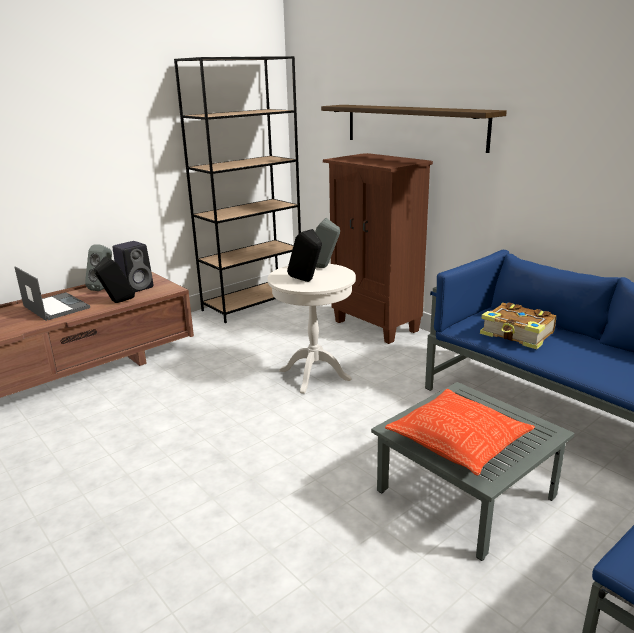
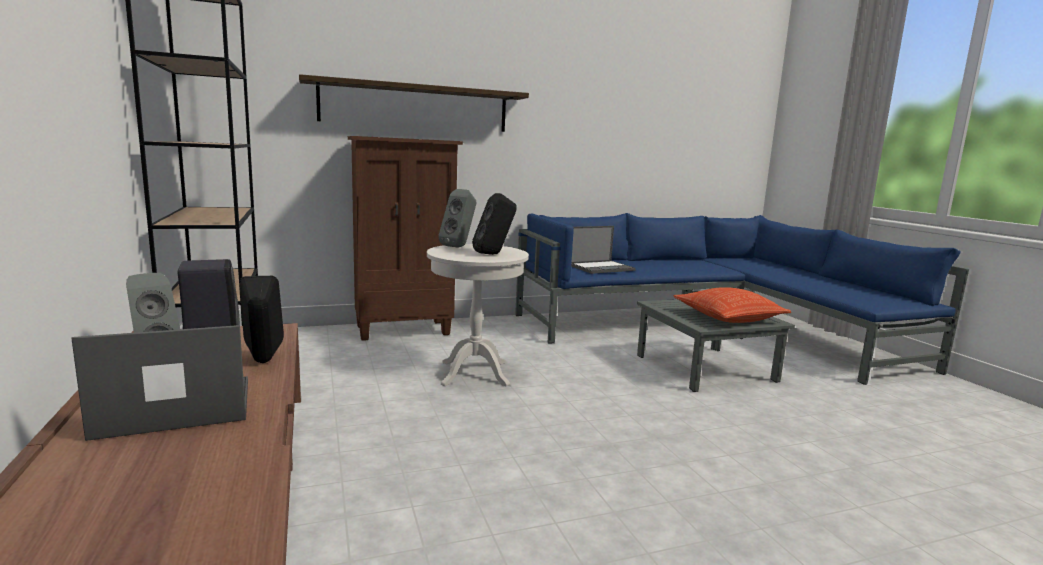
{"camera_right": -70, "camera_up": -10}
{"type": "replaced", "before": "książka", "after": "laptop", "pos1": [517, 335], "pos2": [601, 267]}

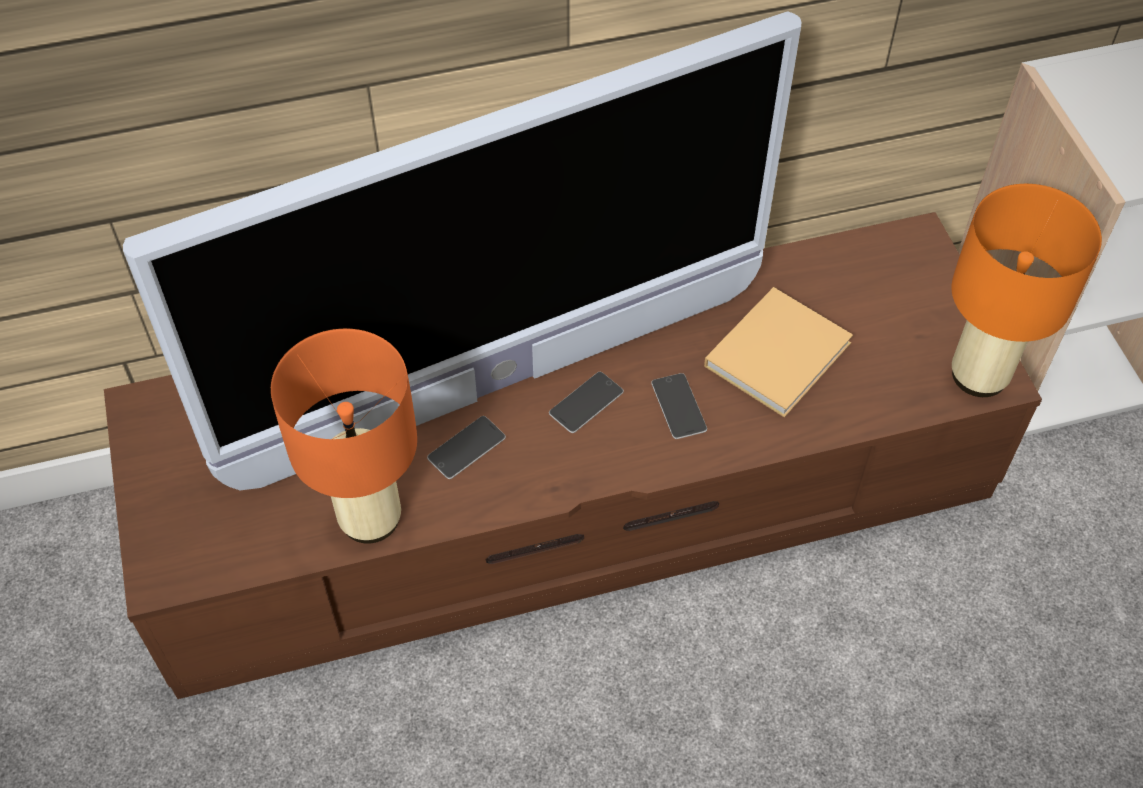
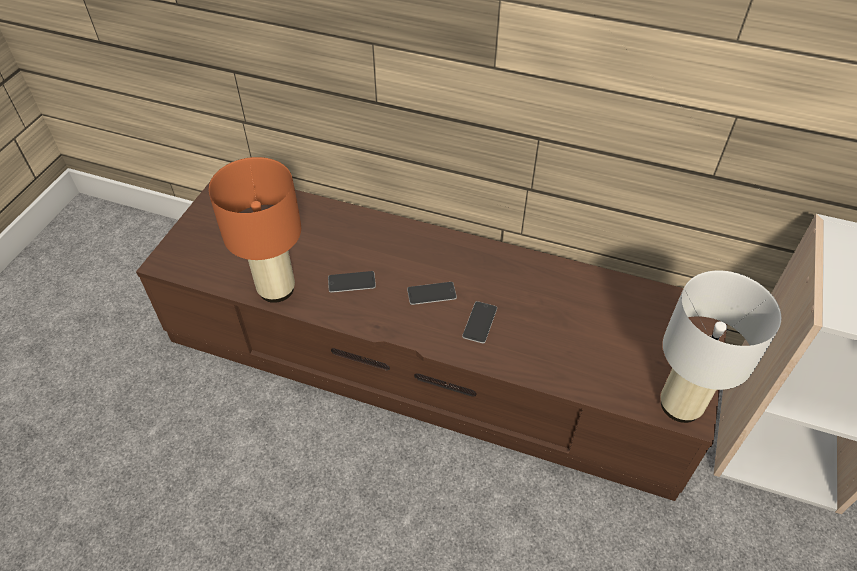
{"camera_right": 35, "camera_up": -5}
{"type": "removed", "before": "telewizor", "pos1": [501, 384]}
{"type": "removed", "before": "książka/beżowy", "pos1": [780, 352]}
{"type": "recoloured", "before": "lampa stołowa/pomarańczowy", "after": "lampa stołowa/biały", "pos1": [978, 376], "pos2": [679, 405]}

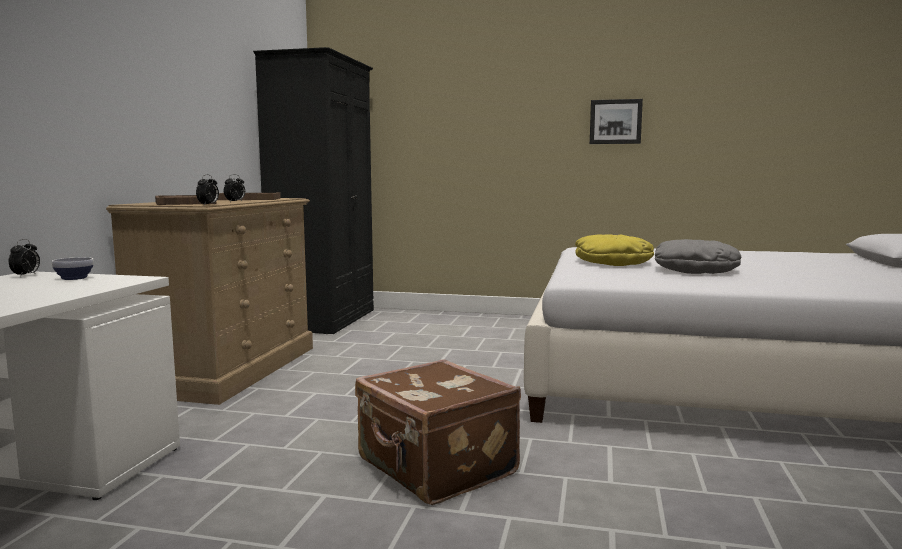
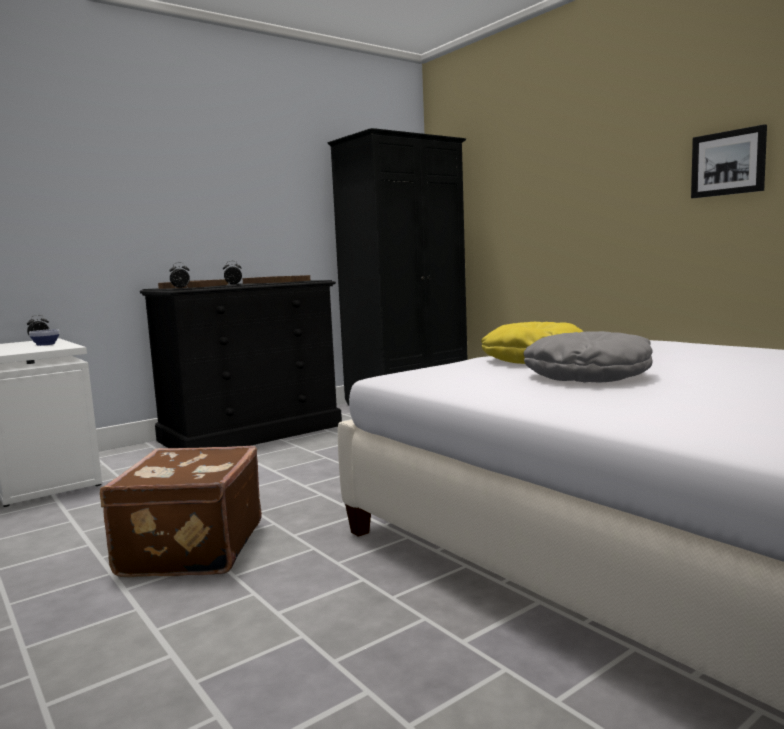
{"camera_right": 40, "camera_up": 0}
{"type": "recoloured", "before": "komoda/beżowy", "after": "komoda/czarny", "pos1": [230, 369], "pos2": [252, 433]}

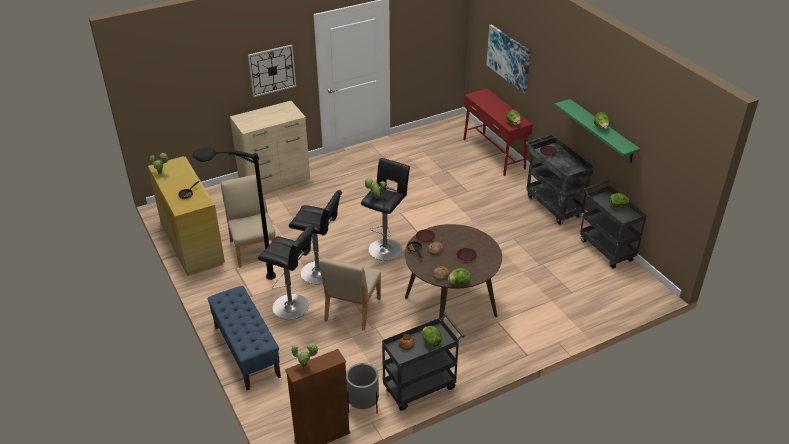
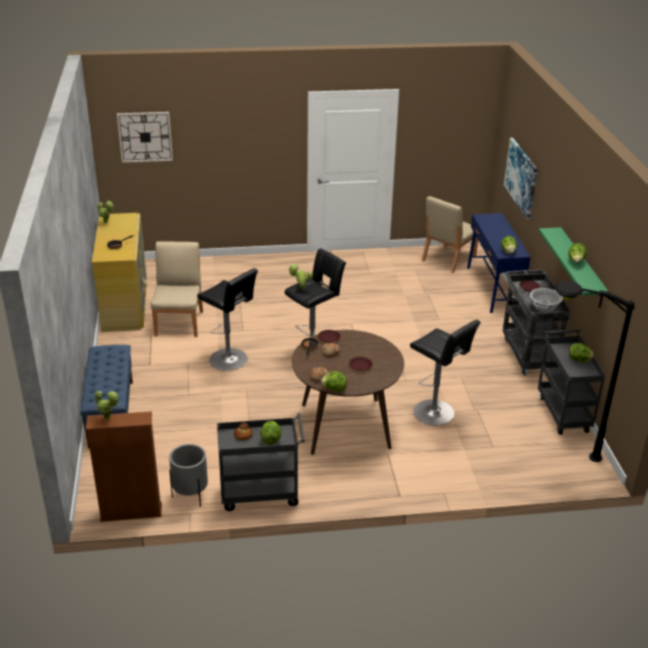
{"camera_right": 20, "camera_up": -5}
{"type": "removed", "before": "komoda/beżowy", "pos1": [275, 179]}
{"type": "added", "after": "garnek", "pos2": [544, 307]}
{"type": "moved", "before": "lampa stojąca/czarny", "pos1": [239, 278], "pos2": [554, 451]}
{"type": "moved", "before": "zegar ścienny", "pos1": [272, 70], "pos2": [145, 137]}
{"type": "moved", "before": "stołek/czarny", "pos1": [293, 307], "pos2": [436, 413]}
{"type": "moved", "before": "krzesło/beżowy", "pos1": [352, 310], "pos2": [448, 259]}
{"type": "recoloured", "before": "stolik konsolowy/czerwony", "after": "stolik konsolowy/niebieski", "pos1": [493, 154], "pos2": [492, 289]}

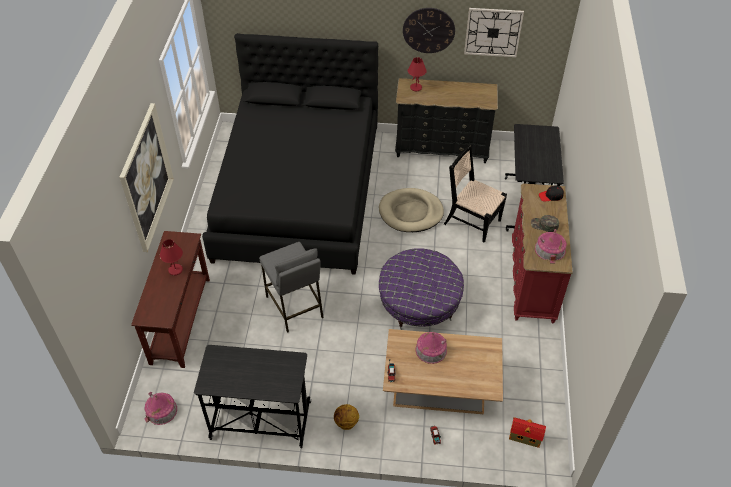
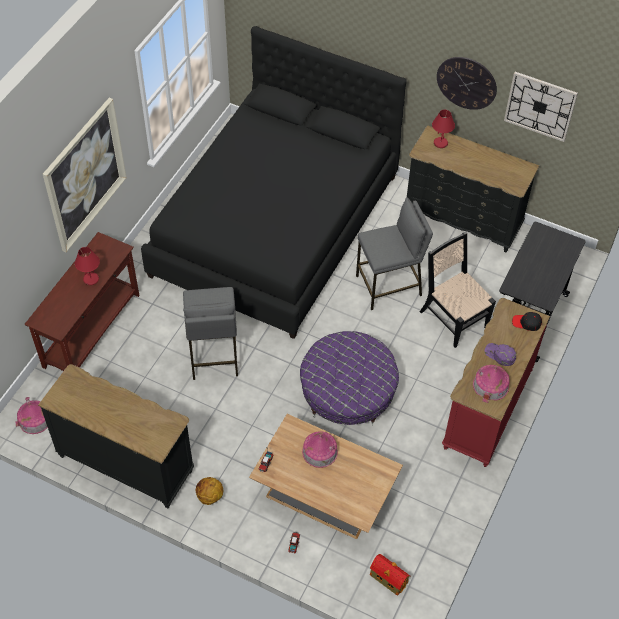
{"camera_right": 20, "camera_up": 5}
{"type": "replaced", "before": "biurko/czarny", "after": "komoda/czarny", "pos1": [260, 420], "pos2": [125, 463]}
{"type": "replaced", "before": "legowisko/beżowy", "after": "stołek/szary", "pos1": [411, 212], "pos2": [389, 286]}
{"type": "recoloured", "before": "czapka z daszkiem/zielony", "after": "czapka z daszkiem/fioletowy", "pos1": [544, 225], "pos2": [499, 355]}

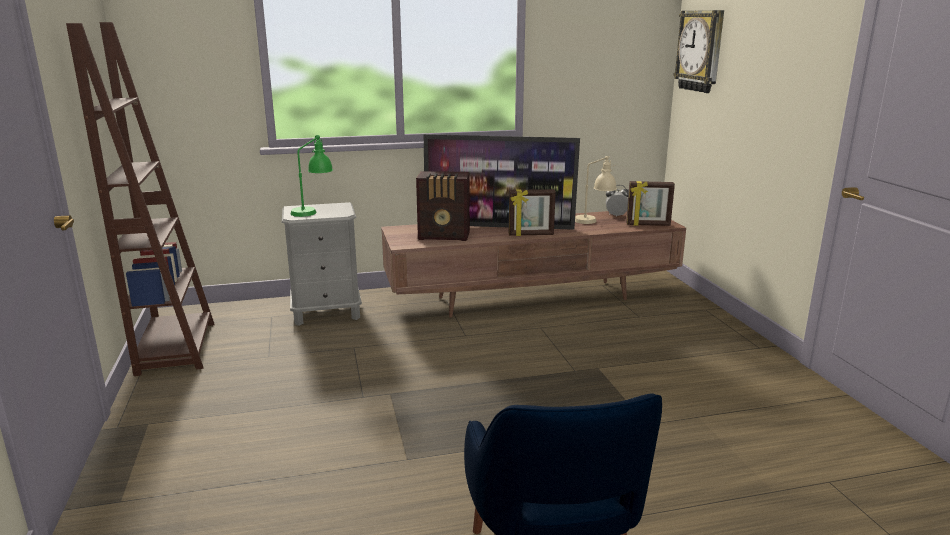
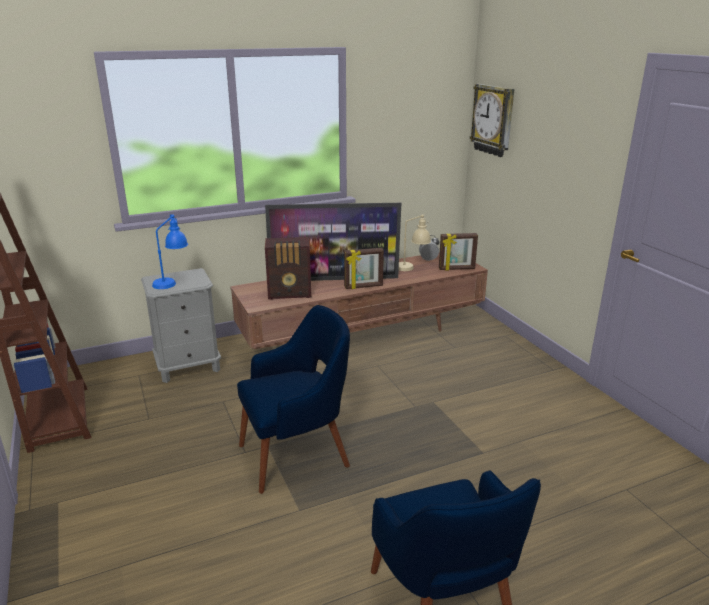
{"camera_right": -10, "camera_up": 5}
{"type": "added", "after": "fotel/niebieski", "pos2": [297, 455]}
{"type": "recoloured", "before": "lampa stołowa/zielony", "after": "lampa stołowa/niebieski", "pos1": [313, 211], "pos2": [172, 281]}

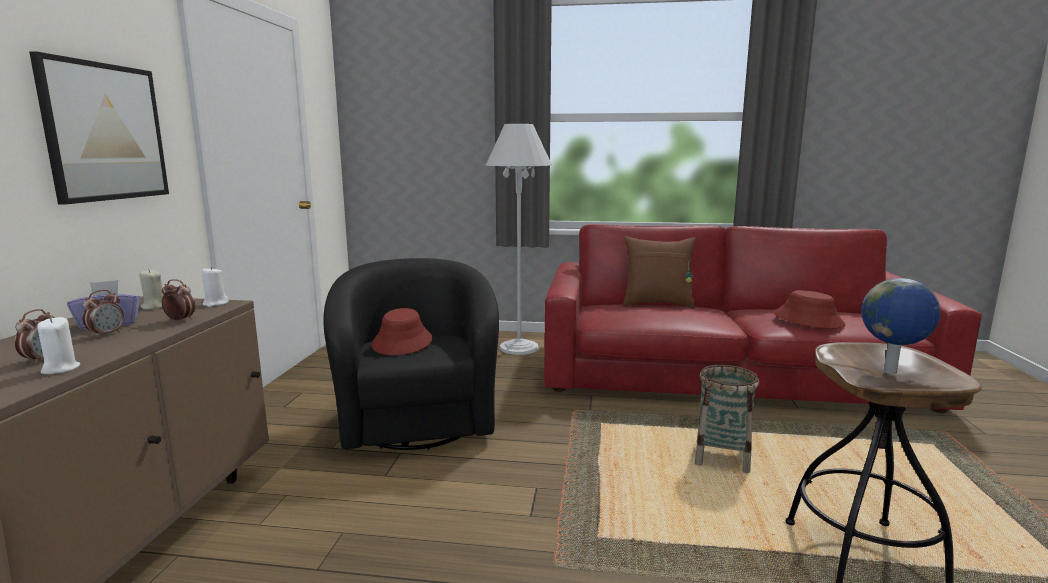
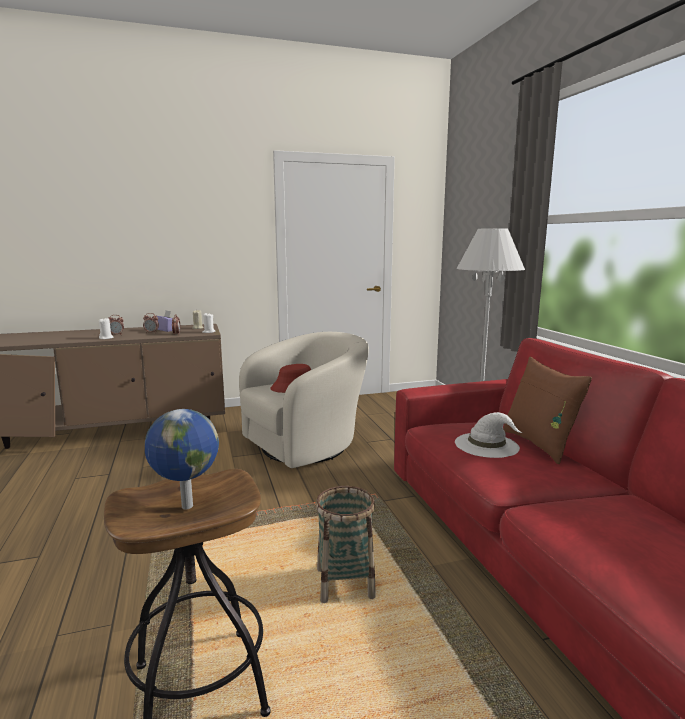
{"camera_right": 65, "camera_up": 0}
{"type": "removed", "before": "obraz", "pos1": [105, 132]}
{"type": "removed", "before": "kapelusz/czerwony", "pos1": [808, 320]}
{"type": "added", "after": "kapelusz/biały", "pos2": [487, 445]}
{"type": "recoloured", "before": "fotel/czarny", "after": "fotel/beżowy", "pos1": [418, 420], "pos2": [306, 446]}

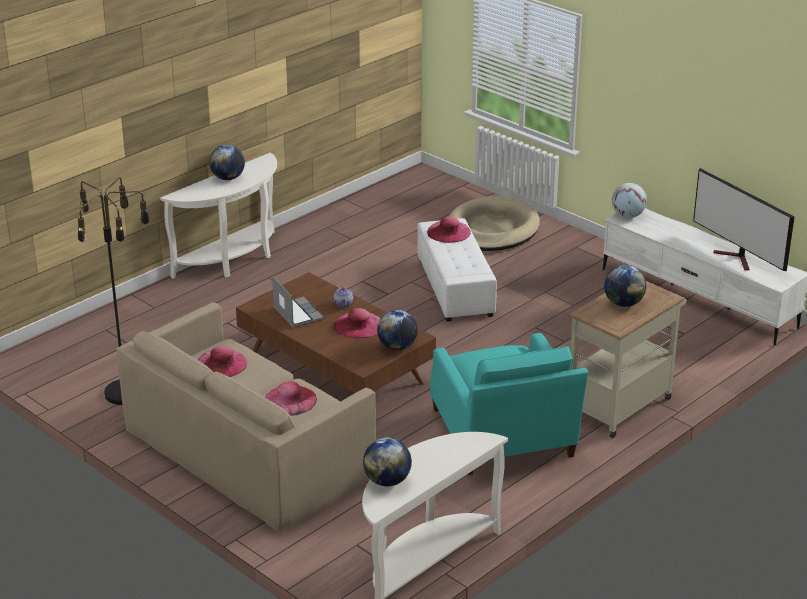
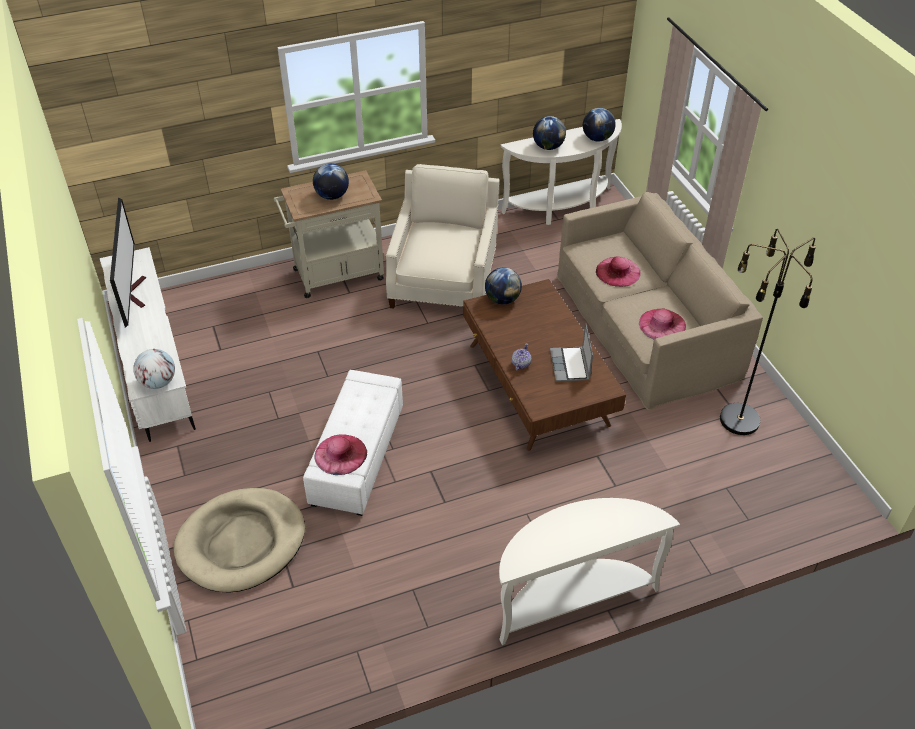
{"camera_right": -155, "camera_up": 15}
{"type": "removed", "before": "kapelusz/różowy", "pos1": [358, 325]}
{"type": "moved", "before": "globus", "pos1": [228, 178], "pos2": [548, 147]}
{"type": "recoloured", "before": "fotel/turkusowy", "after": "fotel/beżowy", "pos1": [503, 435], "pos2": [444, 278]}

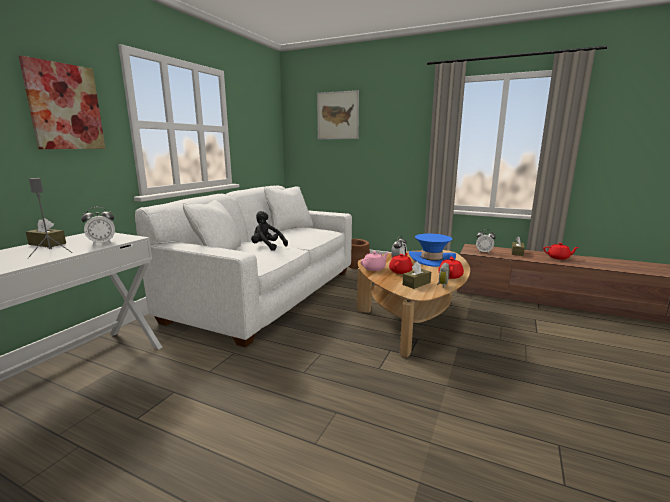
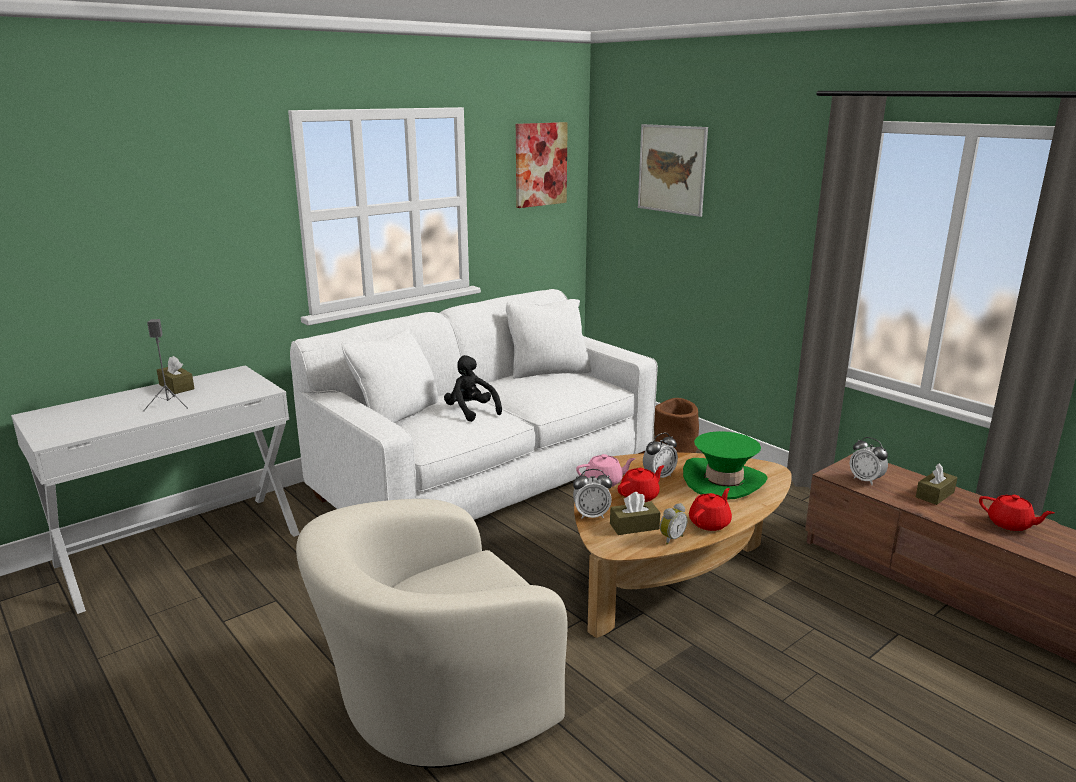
{"camera_right": 25, "camera_up": 5}
{"type": "added", "after": "fotel/beżowy", "pos2": [438, 708]}
{"type": "moved", "before": "obraz", "pos1": [65, 107], "pos2": [540, 164]}
{"type": "moved", "before": "budzik", "pos1": [102, 243], "pos2": [591, 515]}
{"type": "recoloured", "before": "kapelusz/niebieski", "after": "kapelusz/zielony", "pos1": [431, 259], "pos2": [724, 481]}

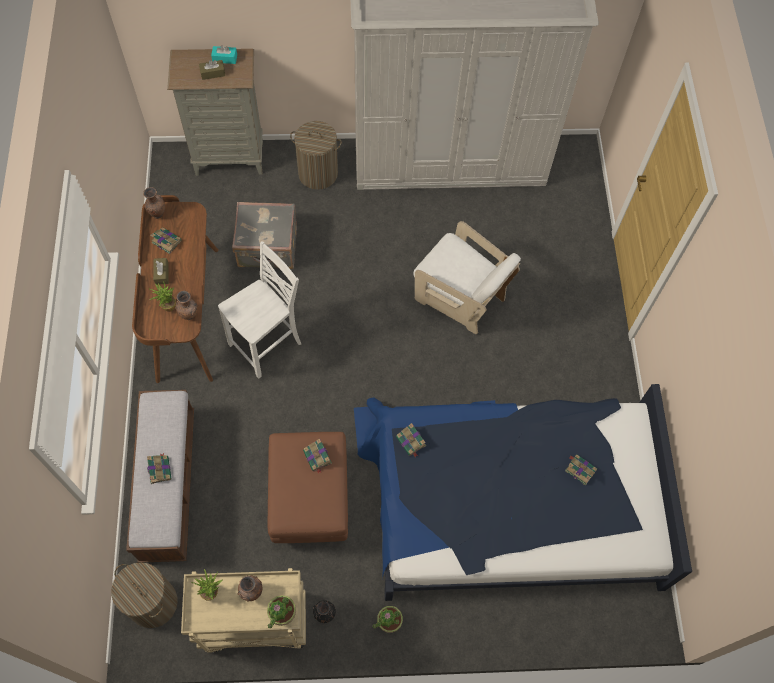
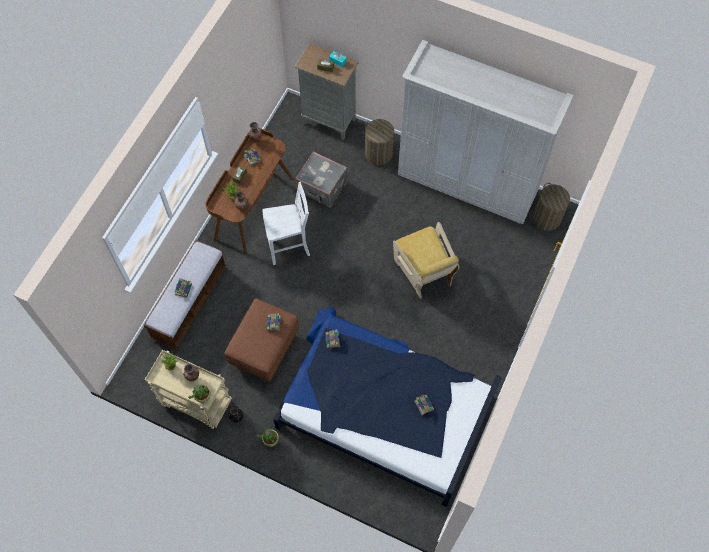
{"camera_right": 30, "camera_up": 0}
{"type": "moved", "before": "kosz na pranie", "pos1": [153, 603], "pos2": [546, 218]}
{"type": "recoloured", "before": "fotel/biały", "after": "fotel/żółty", "pos1": [460, 297], "pos2": [423, 271]}

